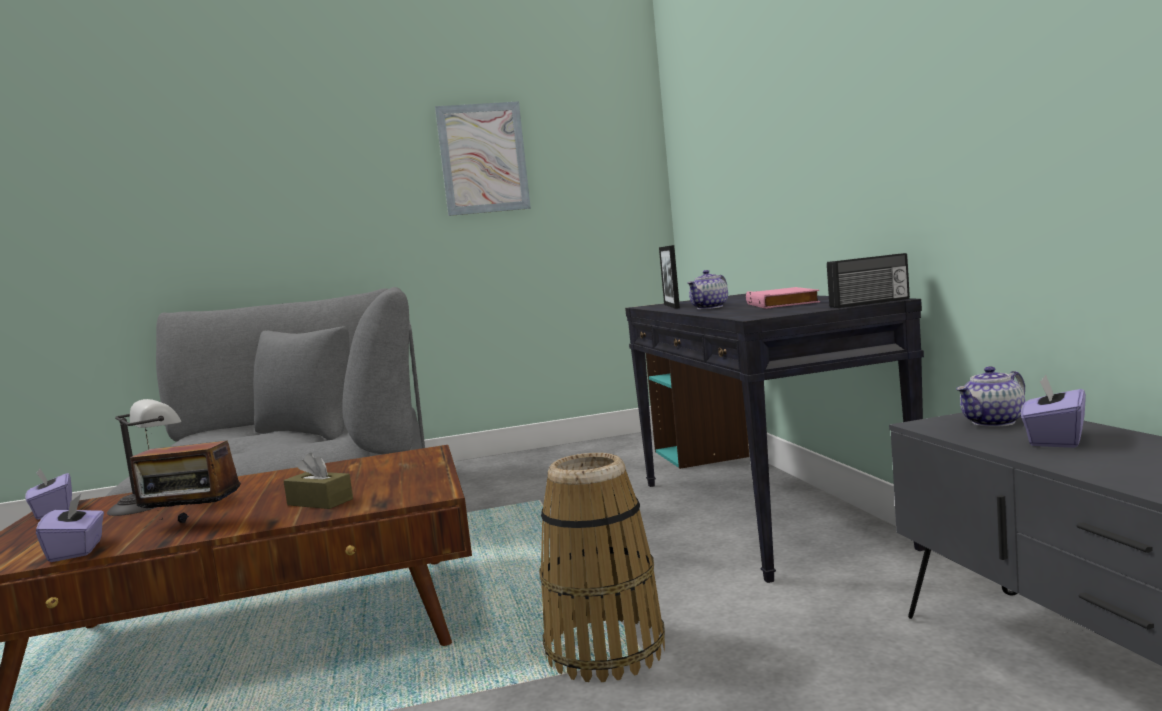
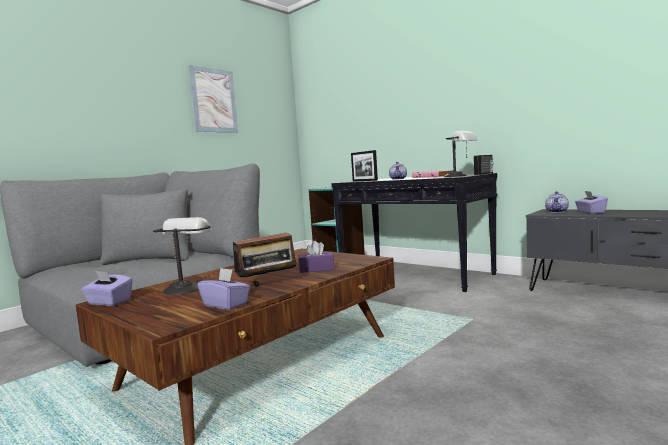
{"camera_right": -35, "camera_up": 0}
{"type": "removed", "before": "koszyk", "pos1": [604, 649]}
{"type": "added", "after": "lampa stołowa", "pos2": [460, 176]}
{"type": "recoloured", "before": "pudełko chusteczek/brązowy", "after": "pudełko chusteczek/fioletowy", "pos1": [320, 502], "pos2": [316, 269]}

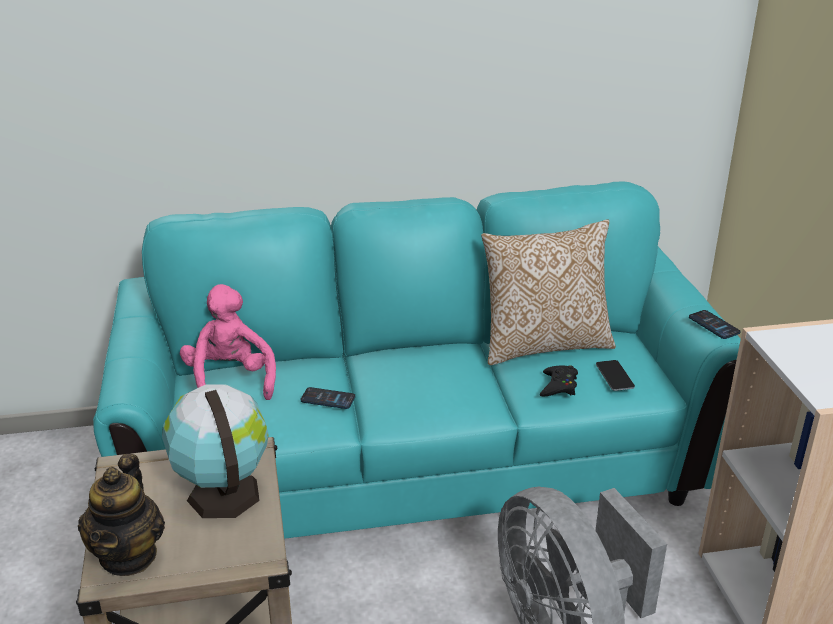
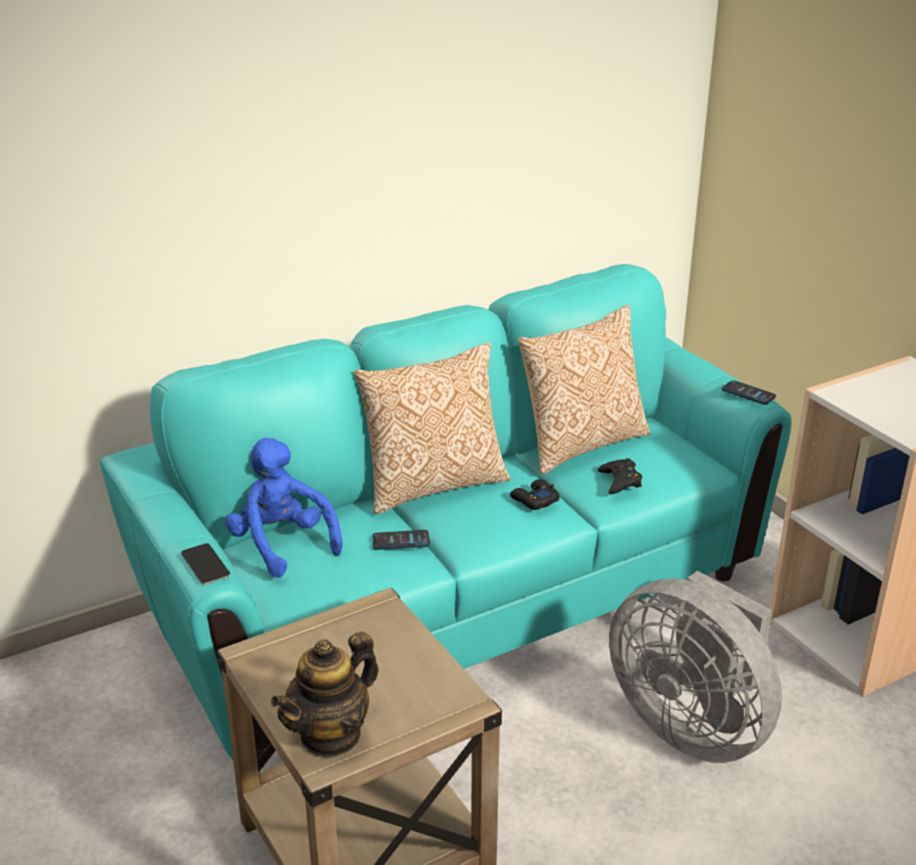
{"camera_right": -20, "camera_up": 0}
{"type": "removed", "before": "globus", "pos1": [222, 492]}
{"type": "added", "after": "poduszka", "pos2": [433, 485]}
{"type": "added", "after": "pad do gier/czarny", "pos2": [534, 500]}
{"type": "moved", "before": "telefon", "pos1": [614, 376], "pos2": [205, 564]}
{"type": "recoloured", "before": "pluszak/różowy", "after": "pluszak/niebieski", "pos1": [230, 381], "pos2": [282, 544]}
{"type": "turned", "before": "imbryk", "pos1": [129, 555], "pos2": [331, 735], "turn": 60}

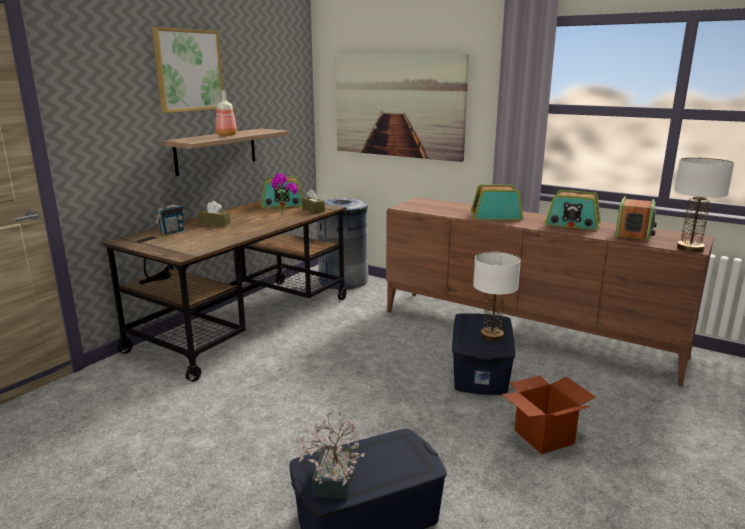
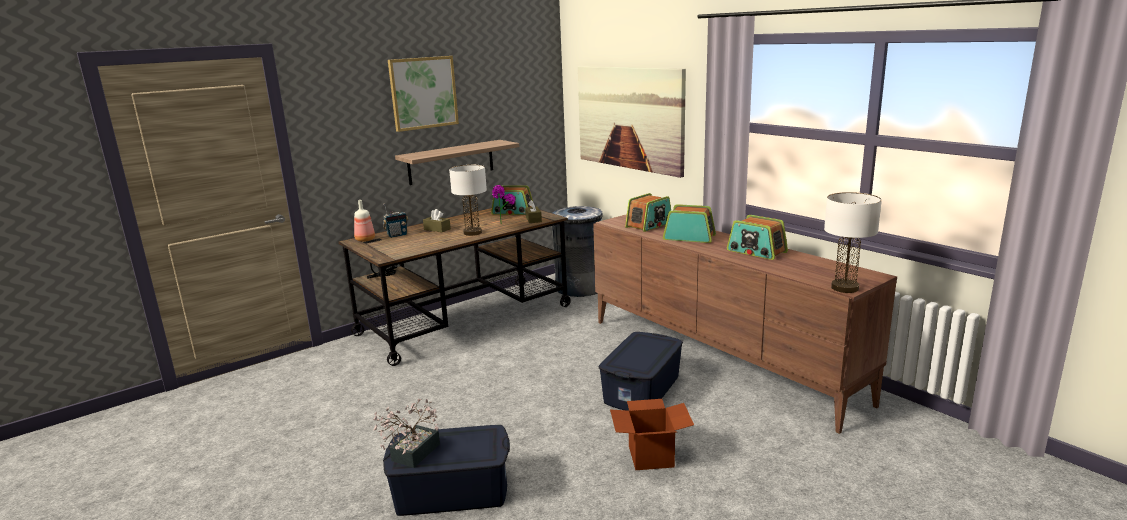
{"camera_right": 20, "camera_up": 0}
{"type": "moved", "before": "butelka", "pos1": [226, 135], "pos2": [364, 240]}
{"type": "moved", "before": "lampa stołowa", "pos1": [492, 336], "pos2": [473, 233]}
{"type": "moved", "before": "radio", "pos1": [633, 233], "pos2": [649, 225]}

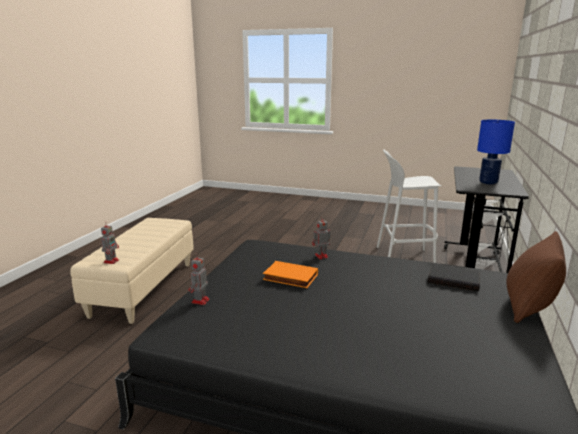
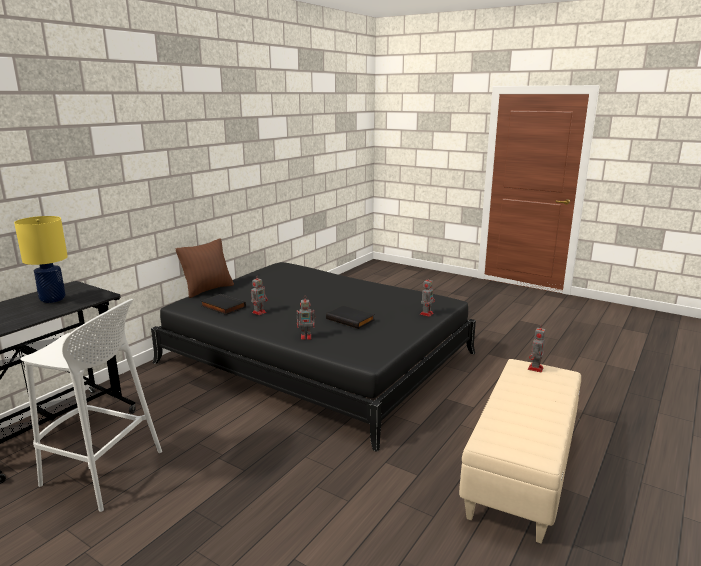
{"camera_right": -165, "camera_up": 0}
{"type": "added", "after": "robot zabawkowy", "pos2": [259, 312]}
{"type": "recoloured", "before": "książka/pomarańczowy", "after": "książka/czarny", "pos1": [289, 278], "pos2": [351, 319]}
{"type": "recoloured", "before": "lampa stołowa/niebieski", "after": "lampa stołowa/żółty", "pos1": [488, 183], "pos2": [52, 300]}

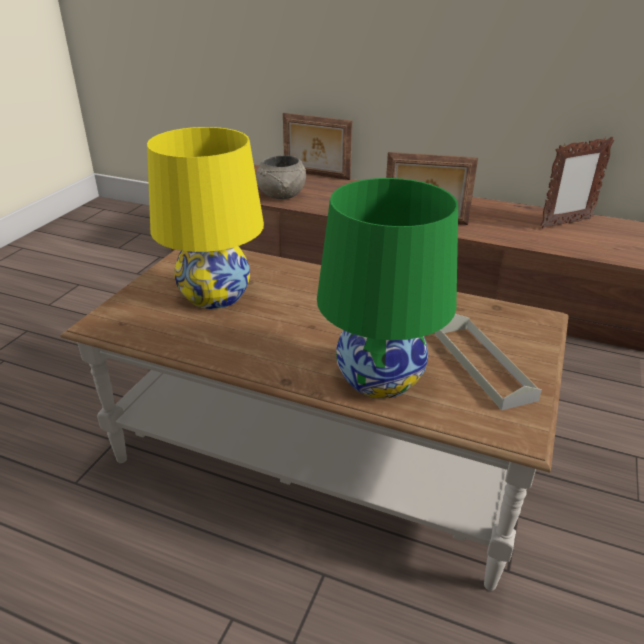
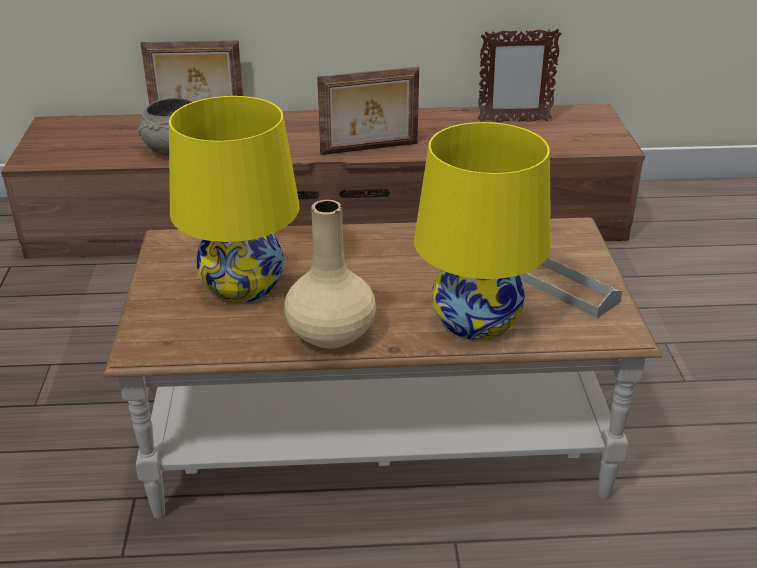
{"camera_right": -25, "camera_up": 0}
{"type": "added", "after": "wazon/beżowy", "pos2": [329, 334]}
{"type": "recoloured", "before": "lampa stołowa/zielony", "after": "lampa stołowa/żółty", "pos1": [379, 377], "pos2": [475, 320]}
{"type": "turned", "before": "ramka na zdjęcie", "pos1": [565, 223], "pos2": [513, 121], "turn": 45}

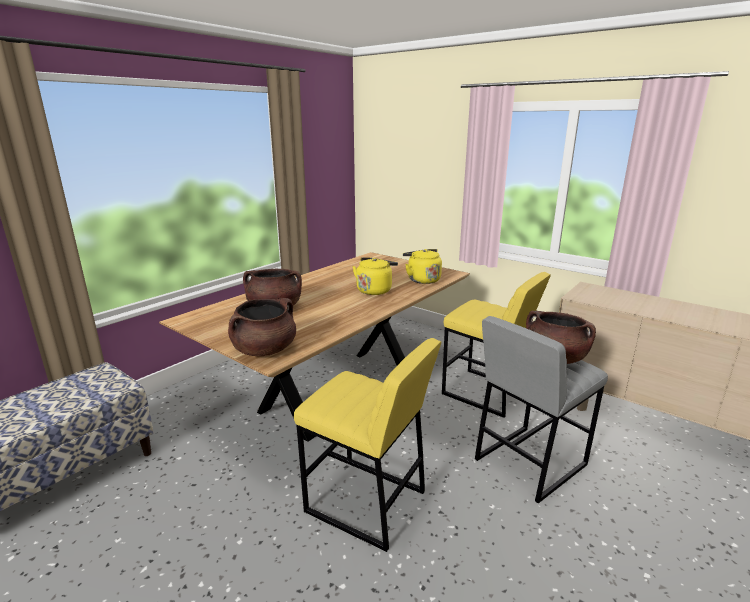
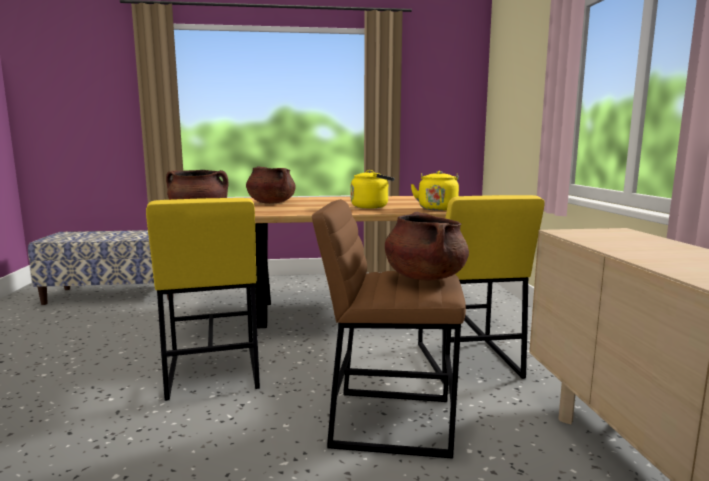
{"camera_right": 45, "camera_up": -10}
{"type": "recoloured", "before": "stołek/szary", "after": "stołek/brązowy", "pos1": [528, 463], "pos2": [388, 421]}

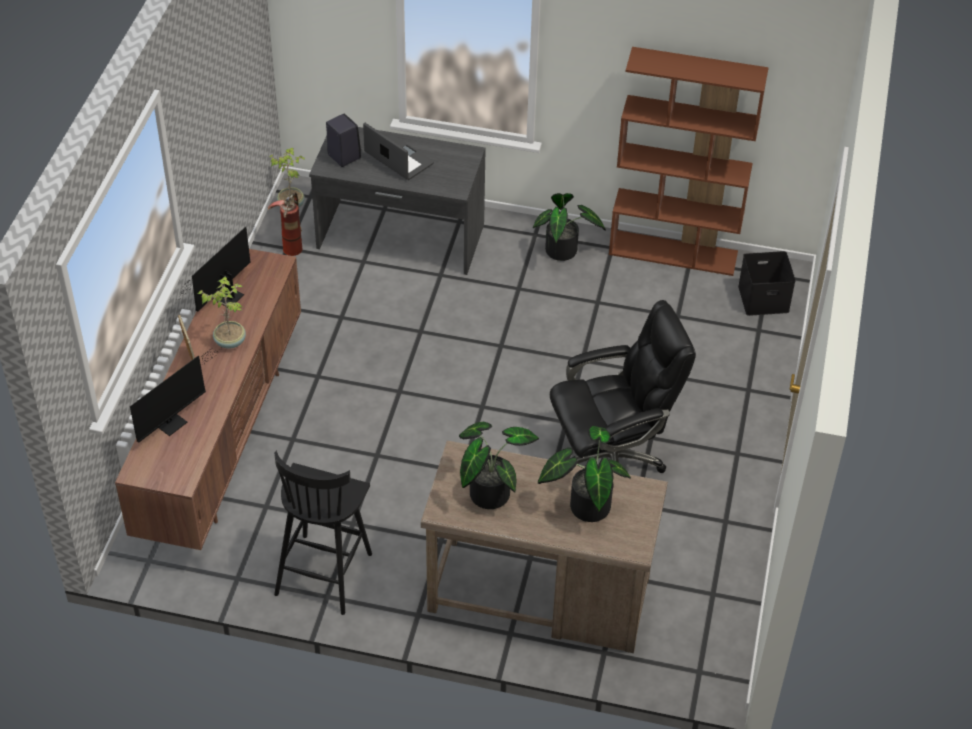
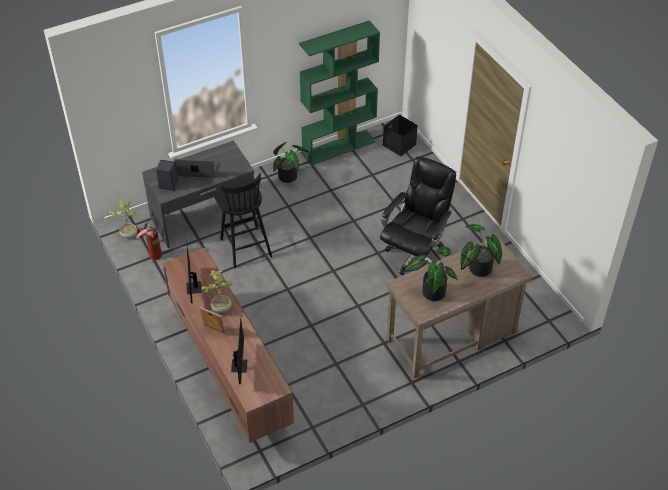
{"camera_right": -40, "camera_up": 0}
{"type": "moved", "before": "stołek/czarny", "pos1": [324, 570], "pos2": [245, 246]}
{"type": "recoloured", "before": "regał/brązowy", "after": "regał/zielony", "pos1": [674, 253], "pos2": [339, 147]}

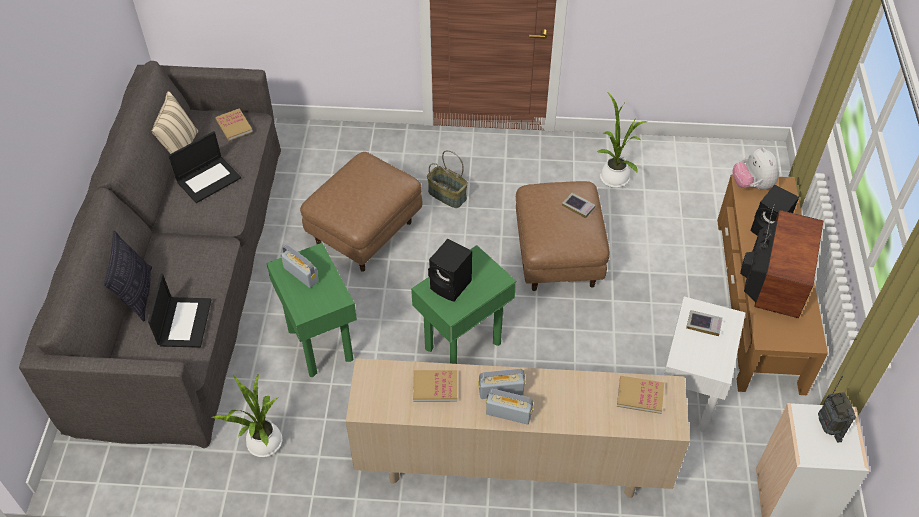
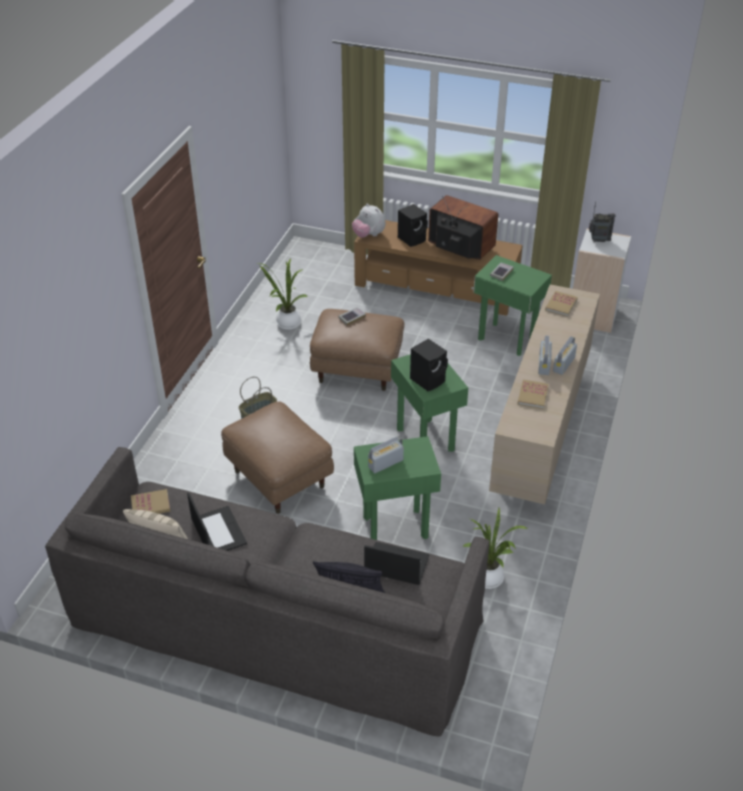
{"camera_right": -75, "camera_up": -10}
{"type": "recoloured", "before": "stolik/biały", "after": "stolik/zielony", "pos1": [686, 398], "pos2": [506, 339]}
{"type": "turned", "before": "pluszak", "pos1": [752, 185], "pos2": [368, 235], "turn": 45}

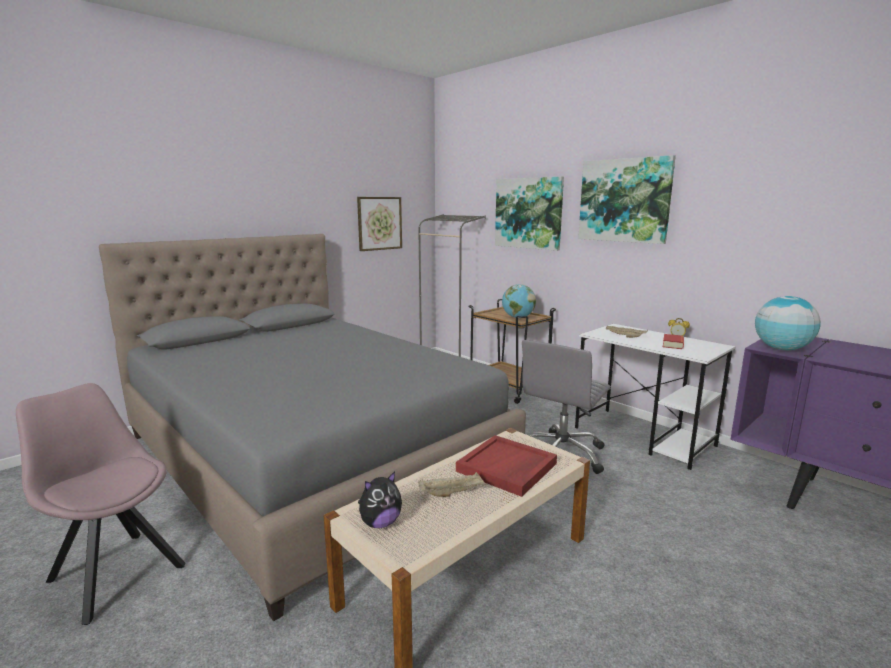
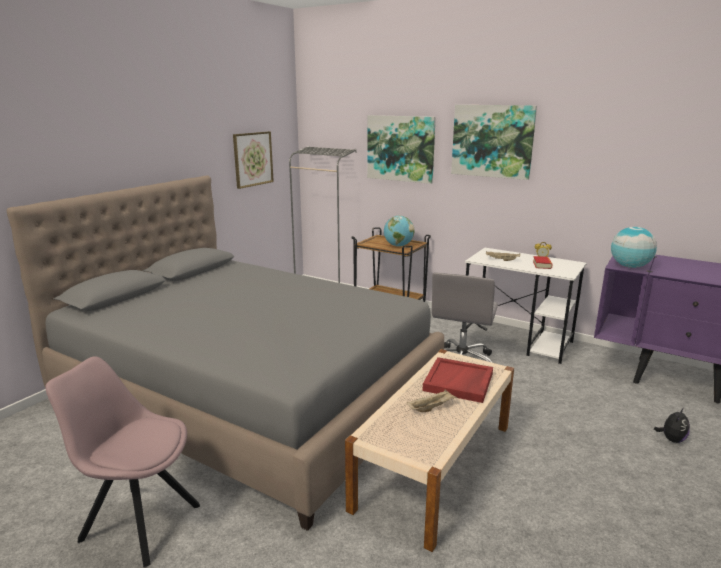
{"camera_right": -15, "camera_up": 5}
{"type": "moved", "before": "pluszak", "pos1": [380, 523], "pos2": [671, 439]}

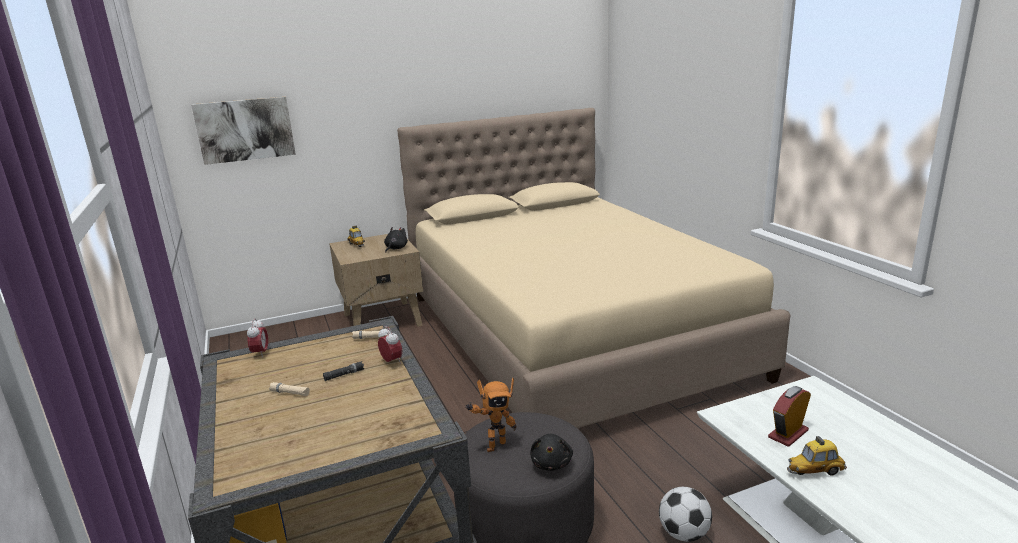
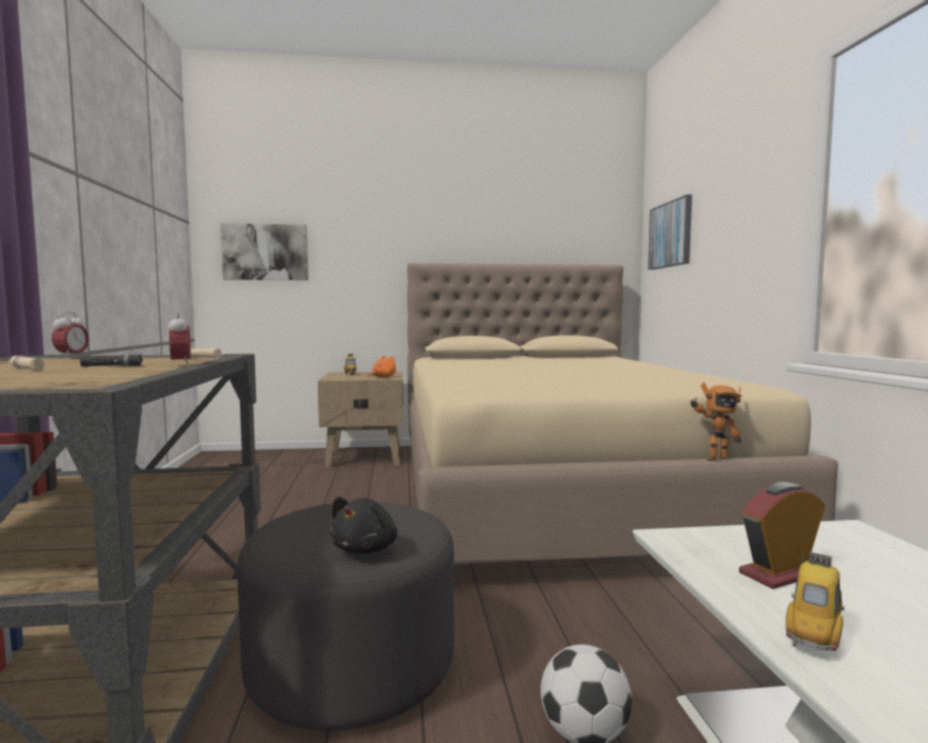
{"camera_right": 15, "camera_up": -15}
{"type": "added", "after": "obraz", "pos2": [670, 234]}
{"type": "moved", "before": "robot zabawkowy", "pos1": [494, 445], "pos2": [714, 458]}
{"type": "recoloured", "before": "pluszak/czarny", "after": "pluszak/pomarańczowy", "pos1": [395, 248], "pos2": [382, 377]}
{"type": "turned", "before": "samochodzik", "pos1": [815, 471], "pos2": [815, 630], "turn": 120}

